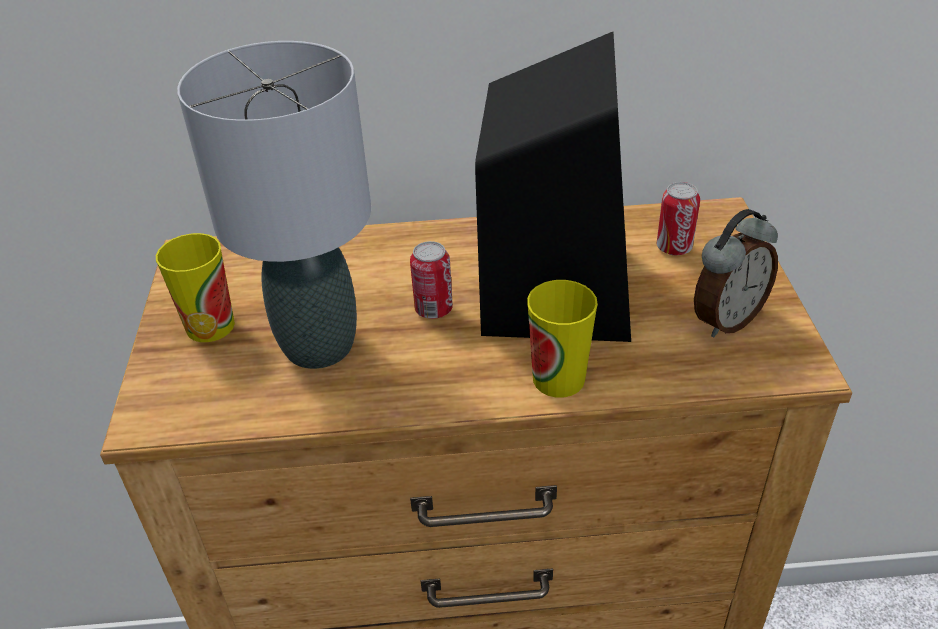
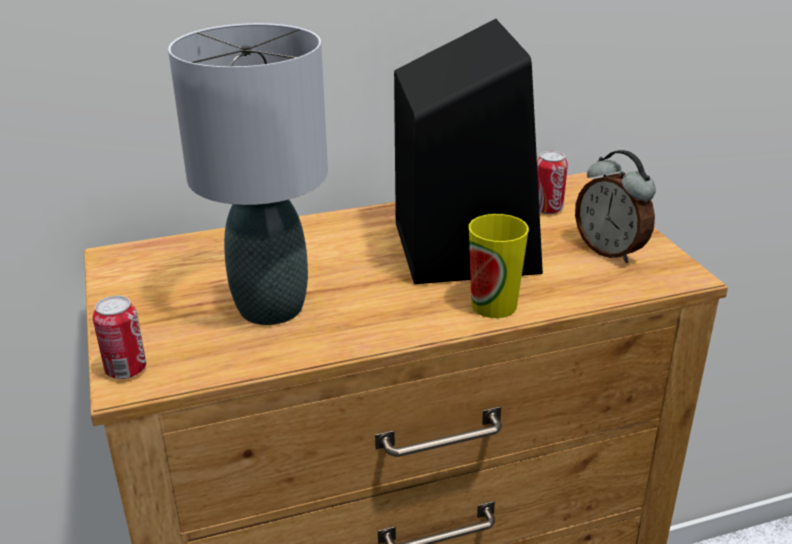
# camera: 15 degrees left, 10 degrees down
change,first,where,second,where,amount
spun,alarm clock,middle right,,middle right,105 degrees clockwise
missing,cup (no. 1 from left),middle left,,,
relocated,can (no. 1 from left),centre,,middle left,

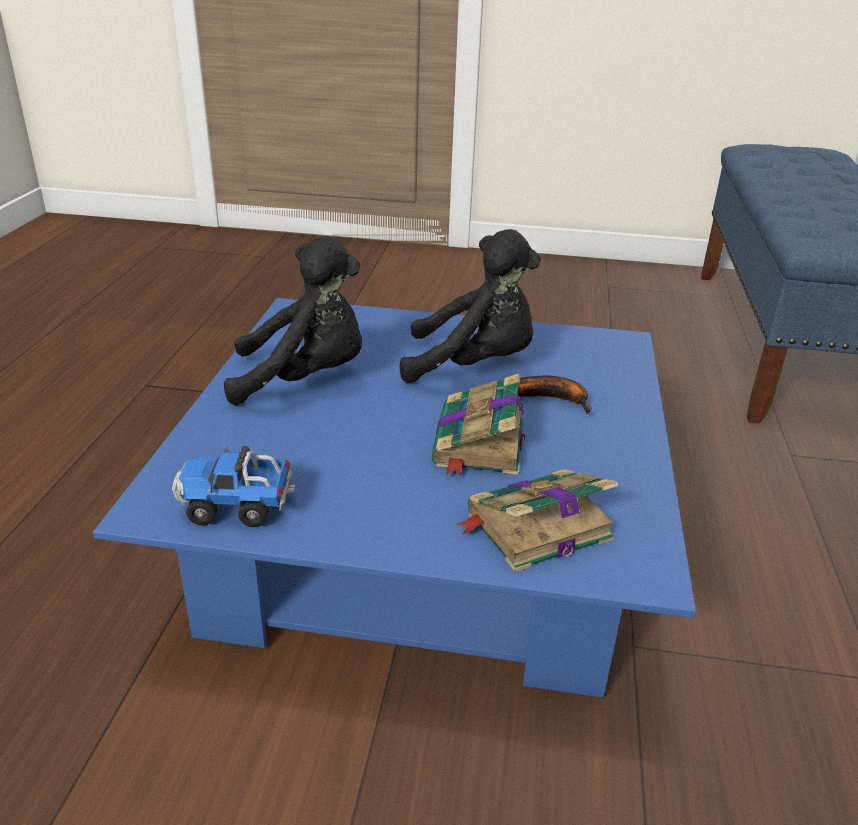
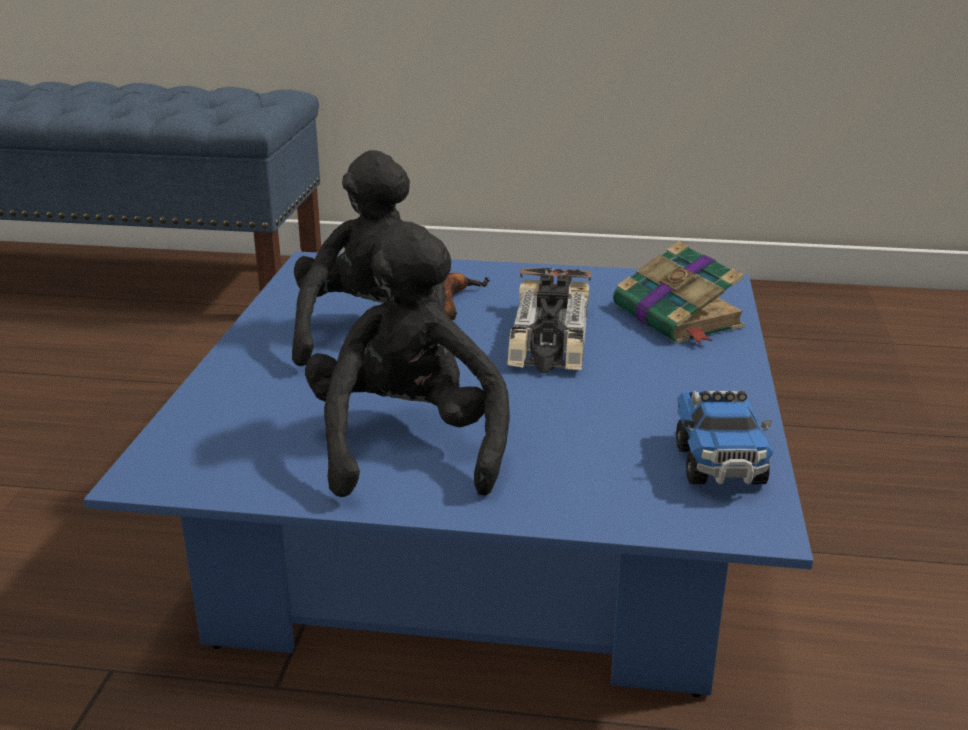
# camera: 90 degrees left, 5 degrees down
change,first,where,second,where,amount
exchanged,book (no. 1 from left),centre,toy car,centre,

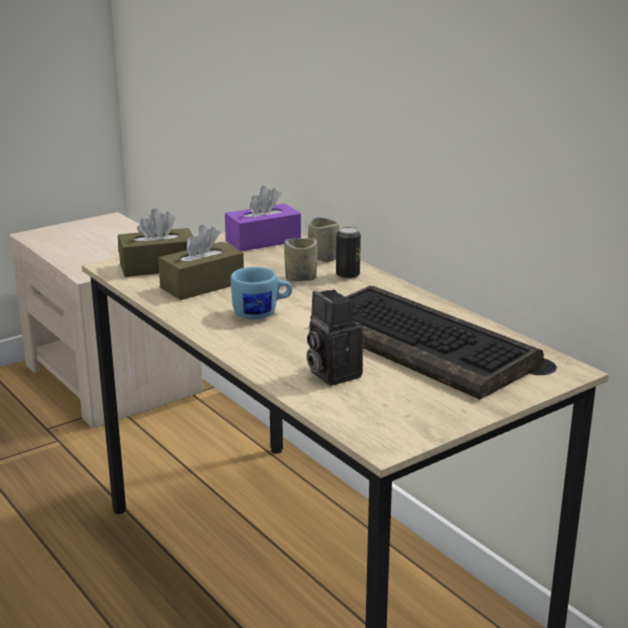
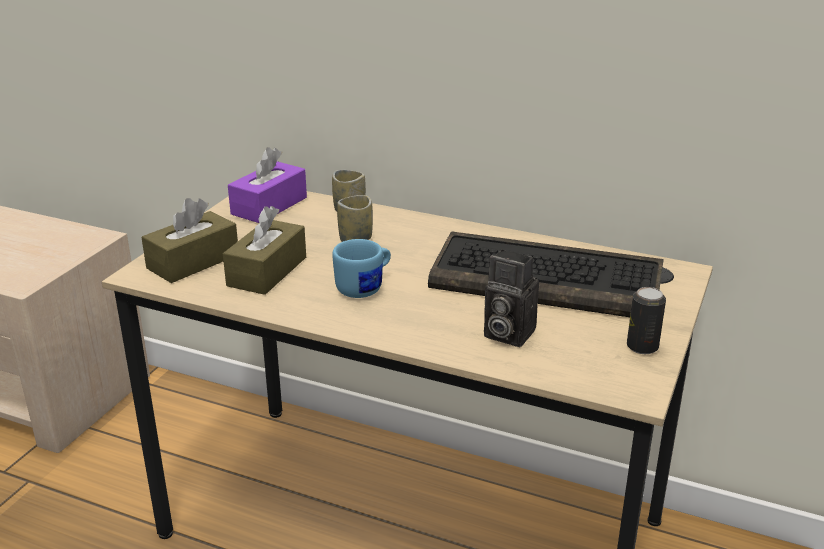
# camera: 30 degrees left, 5 degrees up
change,first,where,second,where,amount
relocated,can,centre,,middle right,

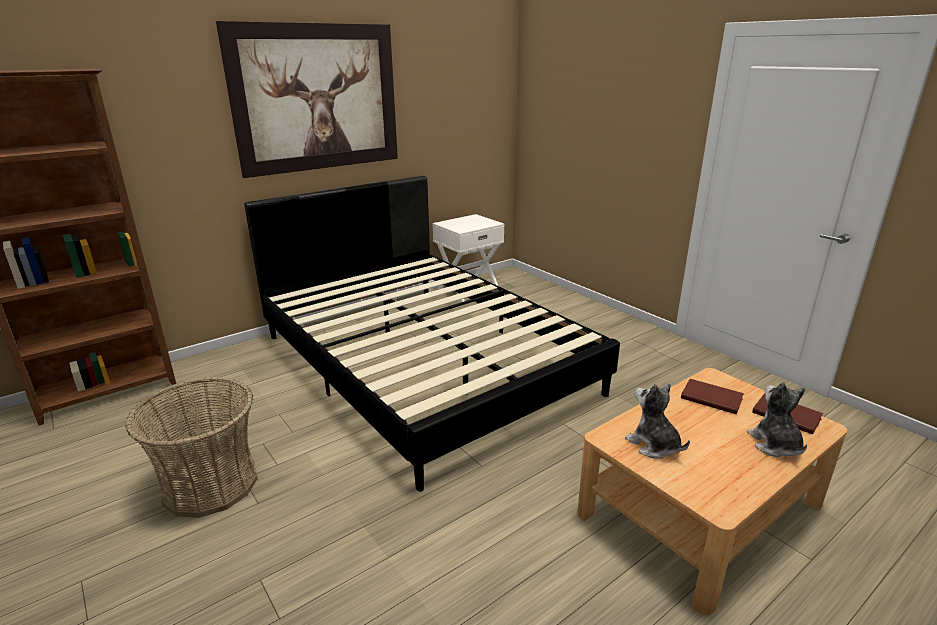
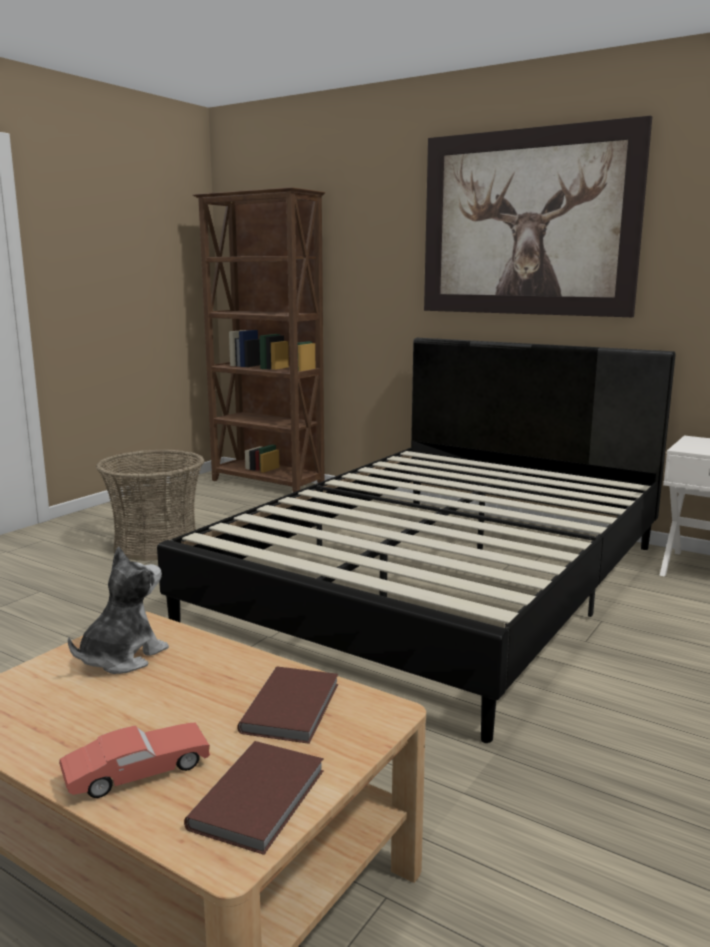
# camera: 70 degrees right, 10 degrees down
change,first,where,second,where,amount
exchanged,plush toy (no. 2 from left),bottom right,toy car in red,bottom left,

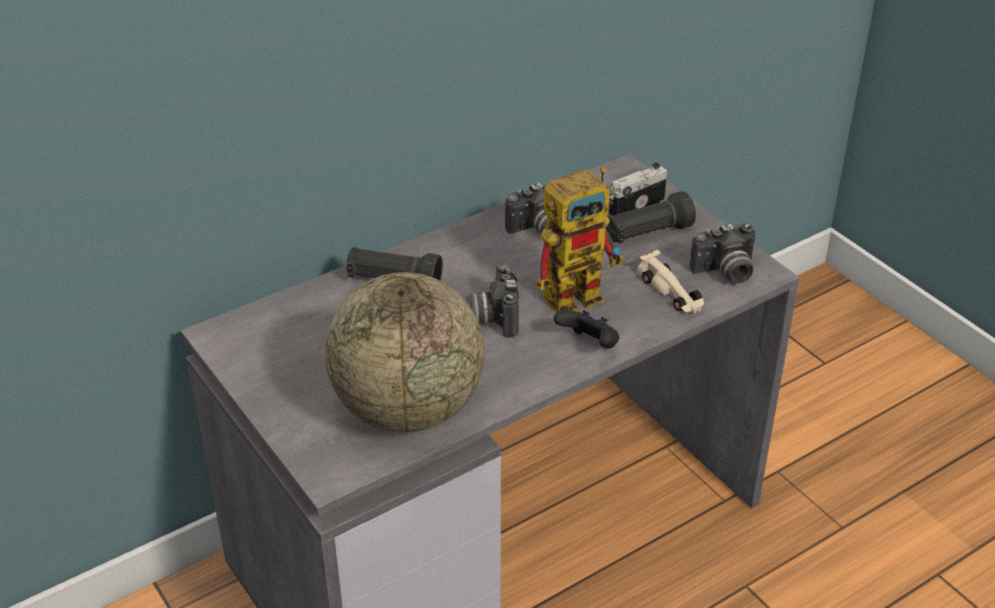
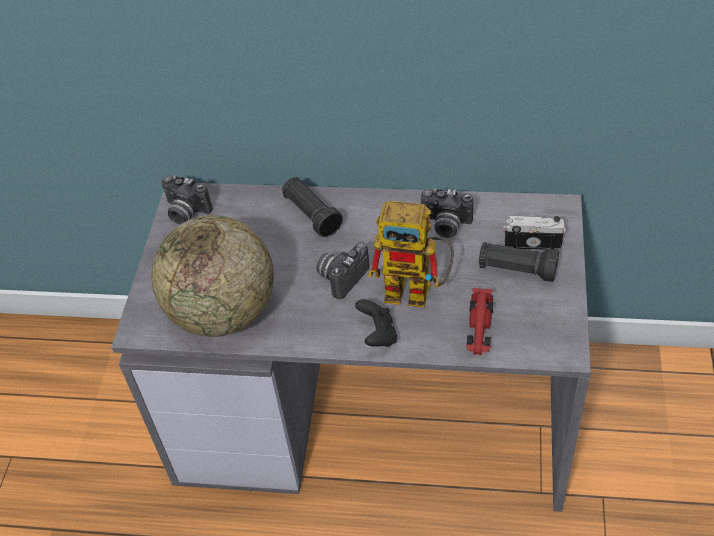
# camera: 45 degrees right, 10 degrees up
change,first,where,second,where,amount
relocated,photo camera (no. 4 from left in the first image),middle right,photo camera (no. 1 from left),middle left,
colour,toy car in beige,middle right,toy car in red,middle right,

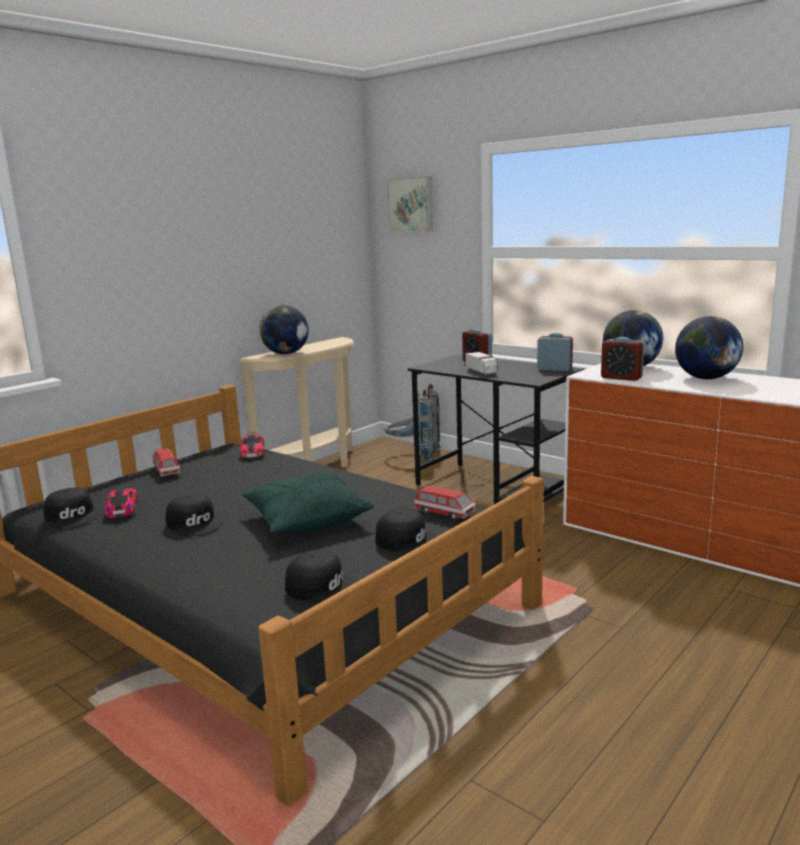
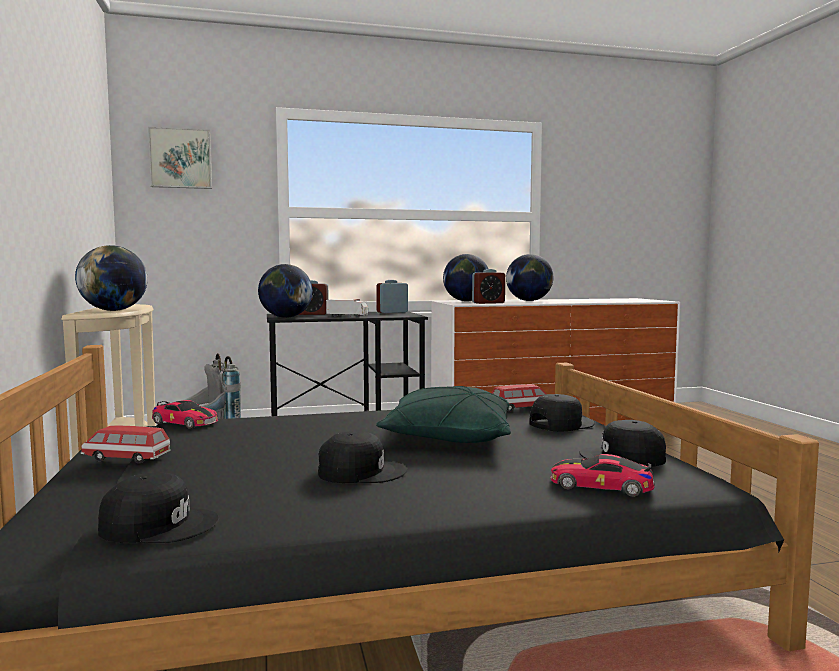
# camera: 55 degrees left, 10 degrees down
change,first,where,second,where,amount
relocated,toy car (no. 1 from left in the first image),middle left,toy car (no. 4 from left),bottom right,
spun,cap in black (no. 3 from left in the first image),bottom centre,cap in black (no. 4 from left),middle right,135 degrees counterclockwise
appeared,,,globe (no. 2 from left),centre,

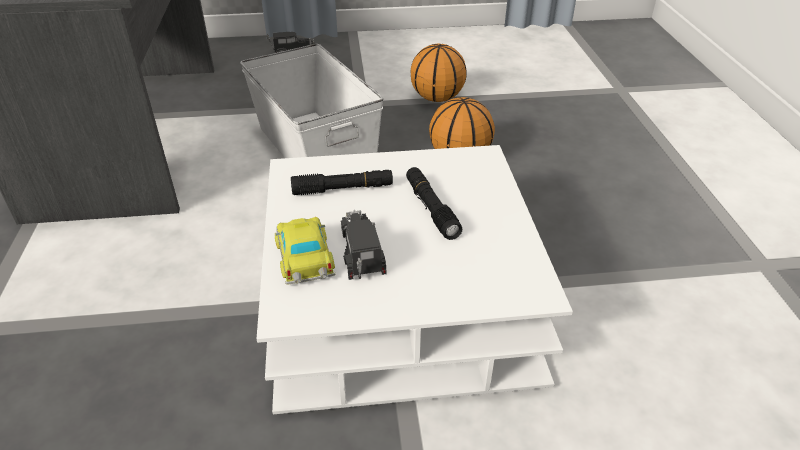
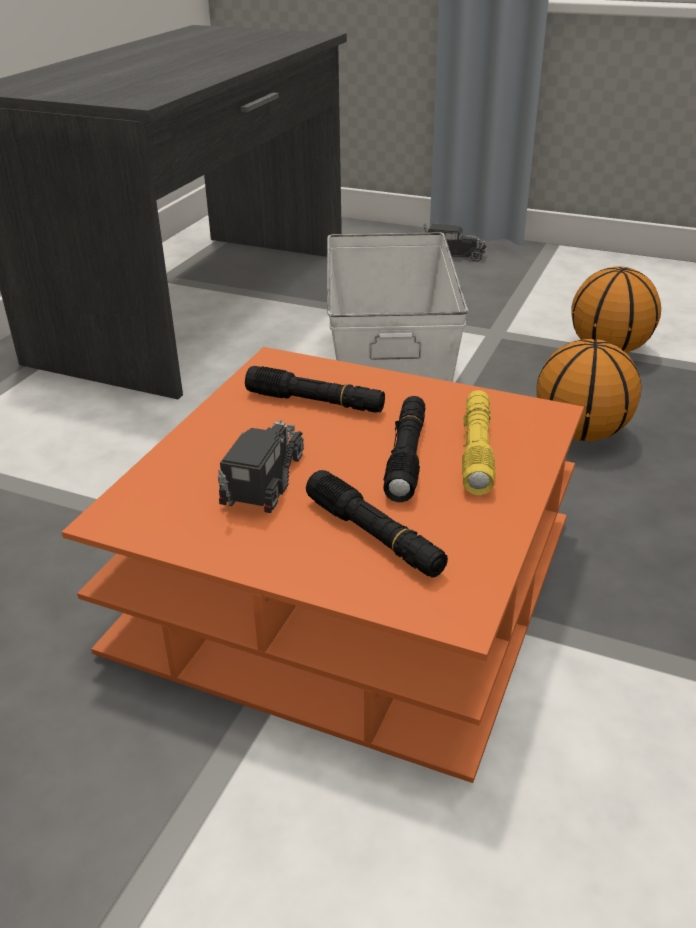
# camera: 30 degrees right, 5 degrees down
change,first,where,second,where,amount
colour,coffee table in white,centre,coffee table in orange,centre,
missing,toy car,centre,,,
appeared,,,flashlight in yellow,middle right,
appeared,,,flashlight in black (no. 2 from left),centre,

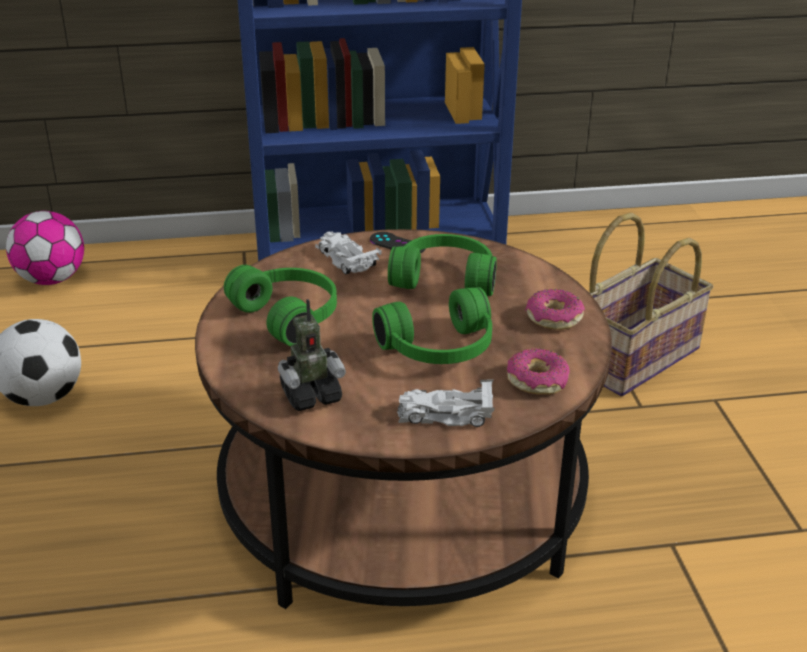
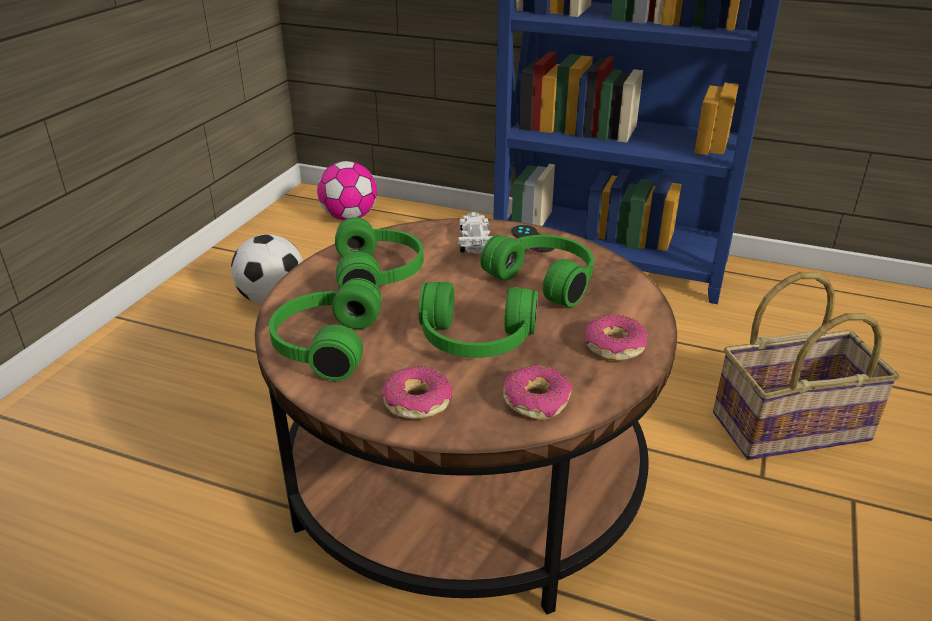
# camera: 30 degrees right, 0 degrees up
change,first,where,second,where,amount
exchanged,toy robot,centre,headphones in green (no. 1 from left),centre,
exchanged,toy car in white (no. 2 from left),centre,donut (no. 1 from left),centre,

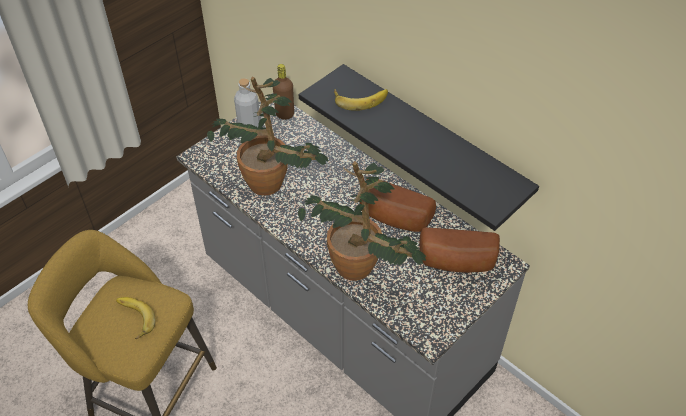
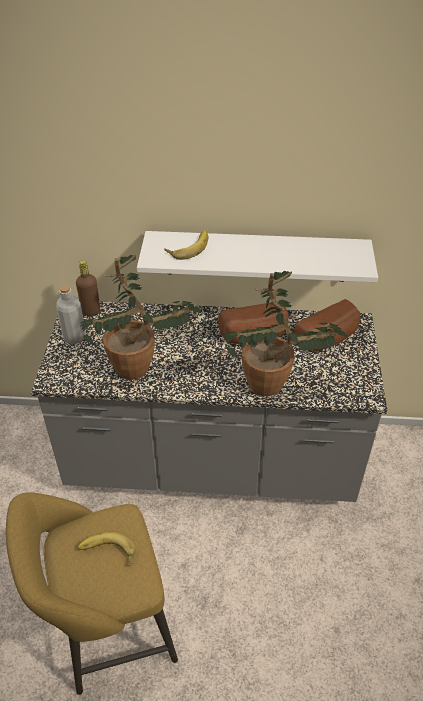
# camera: 40 degrees left, 5 degrees down
change,first,where,second,where,amount
colour,shelf in black,centre,shelf in white,centre,

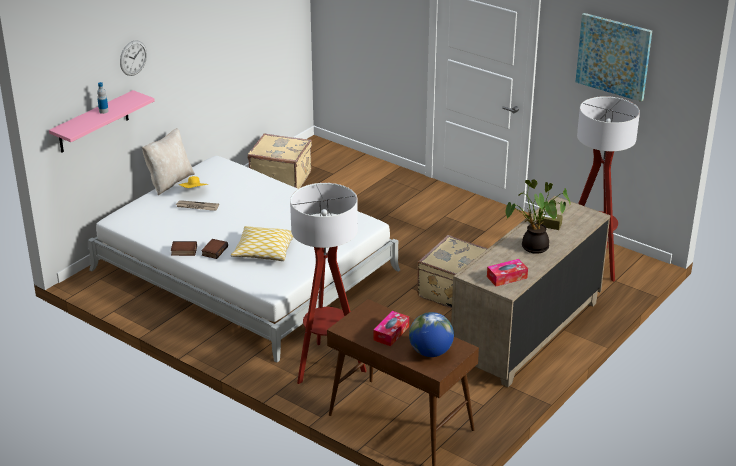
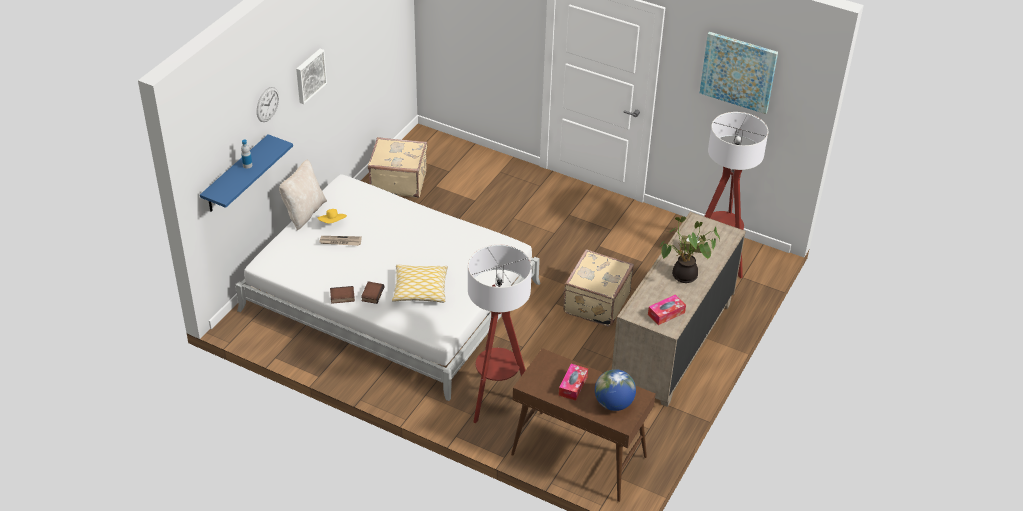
# camera: 10 degrees left, 10 degrees up
change,first,where,second,where,amount
colour,shelf in pink,top left,shelf in blue,middle left,
appeared,,,picture (no. 1 from left),top left,

